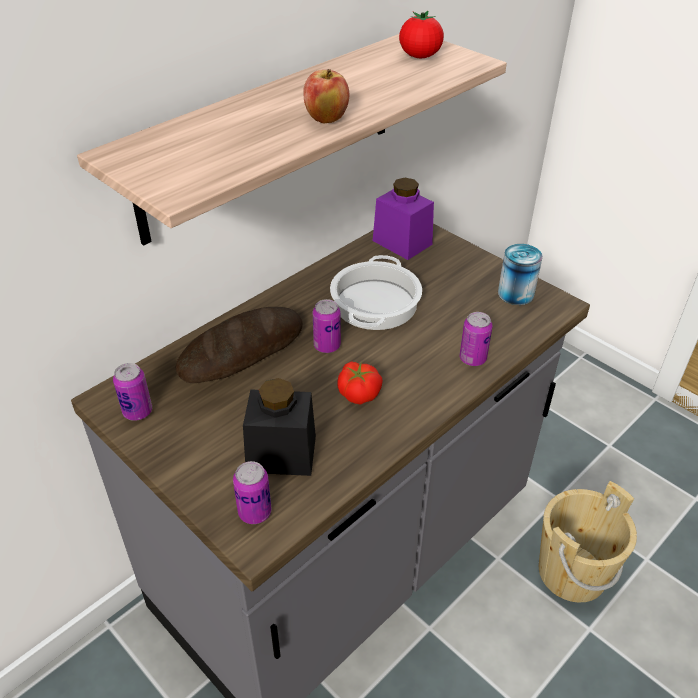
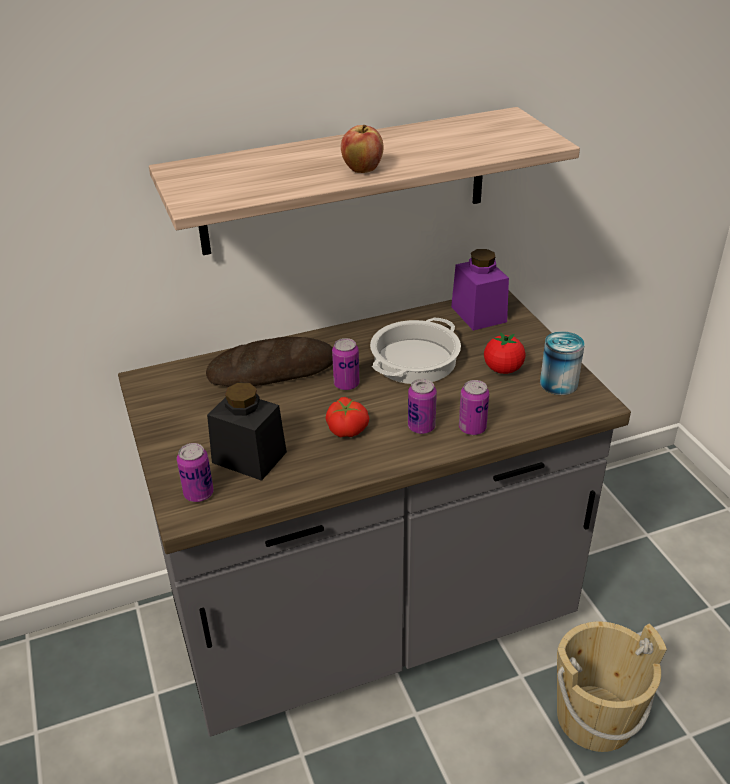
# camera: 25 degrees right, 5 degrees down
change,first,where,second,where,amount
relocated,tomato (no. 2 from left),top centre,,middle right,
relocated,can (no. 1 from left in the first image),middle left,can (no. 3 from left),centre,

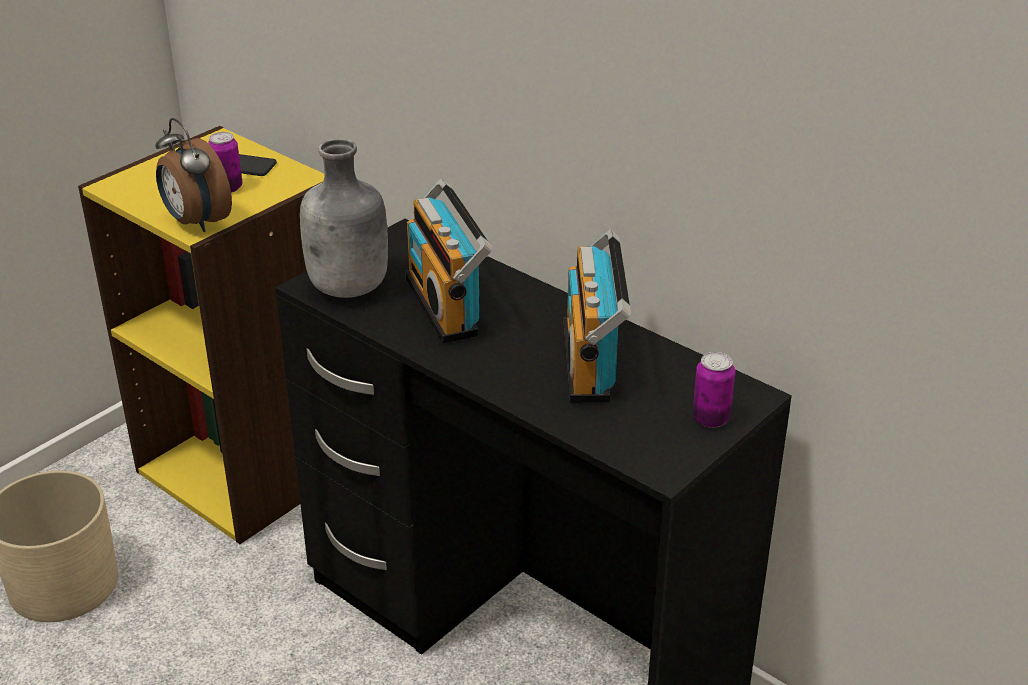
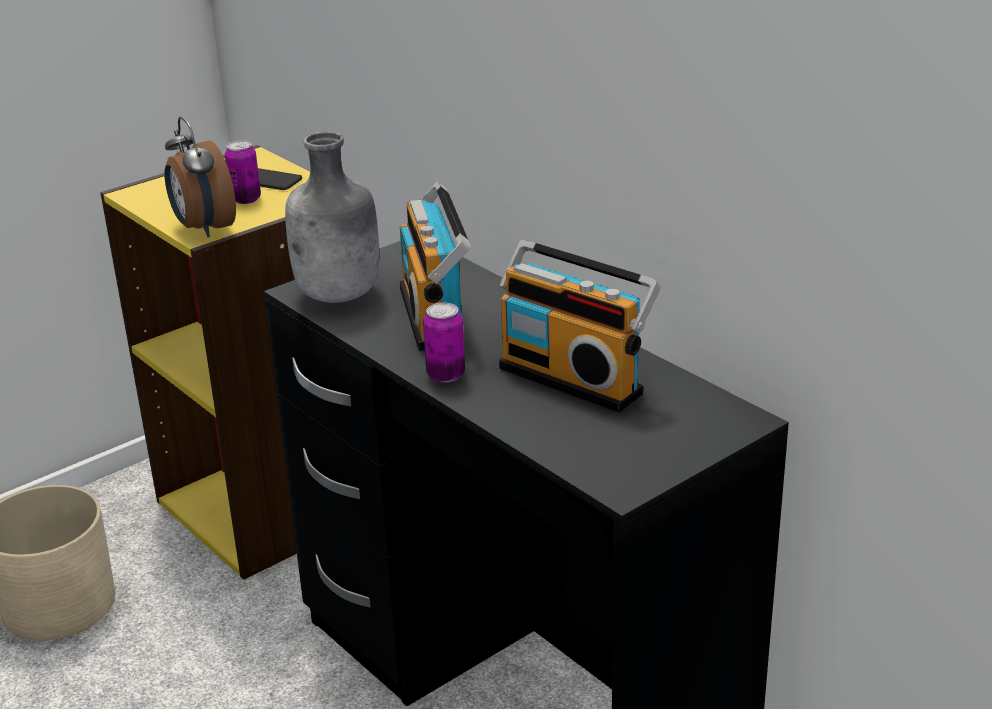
# camera: 10 degrees right, 5 degrees down
change,first,where,second,where,amount
spun,radio (no. 2 from left),centre,,centre,60 degrees counterclockwise
relocated,can (no. 2 from left),middle right,,centre,

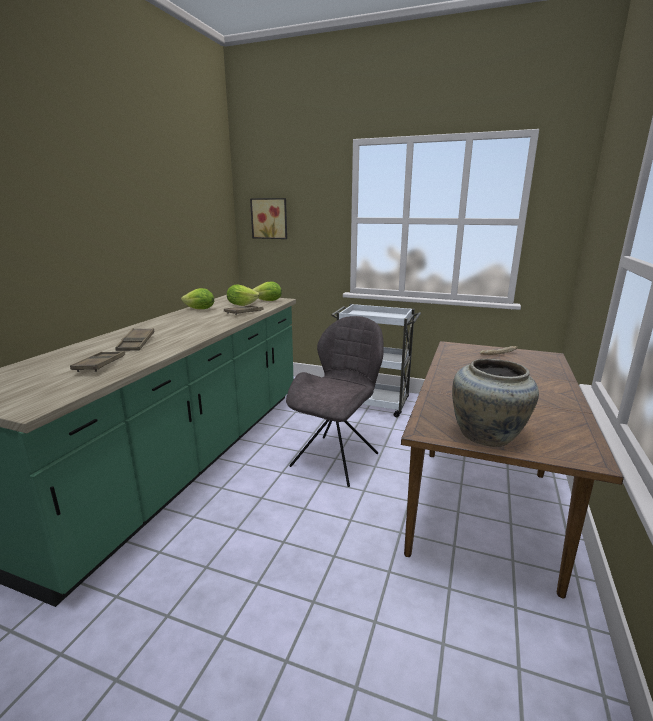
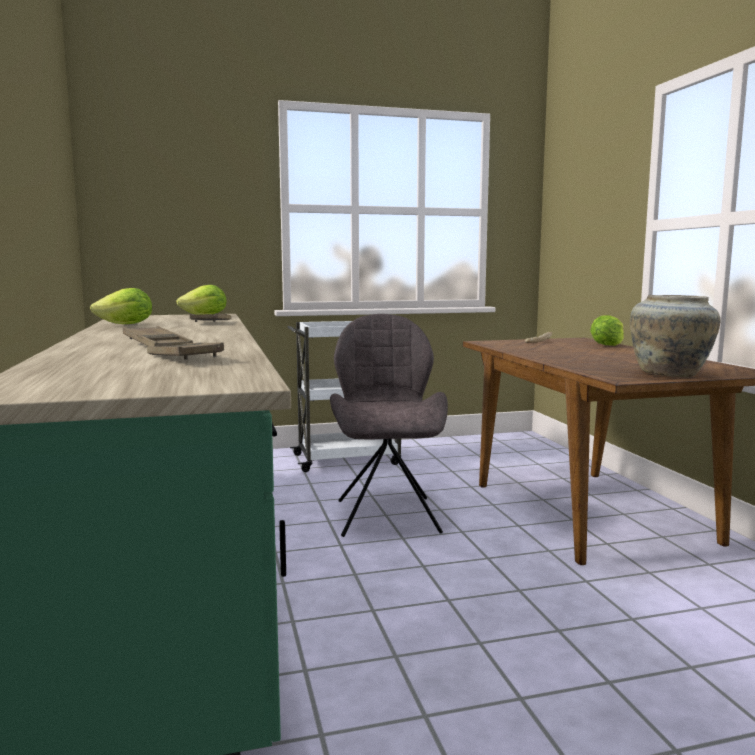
# camera: 35 degrees left, 10 degrees down
change,first,where,second,where,amount
missing,picture,top centre,,,
relocated,lettuce (no. 2 from left in the first image),centre,lettuce (no. 3 from left),middle right,

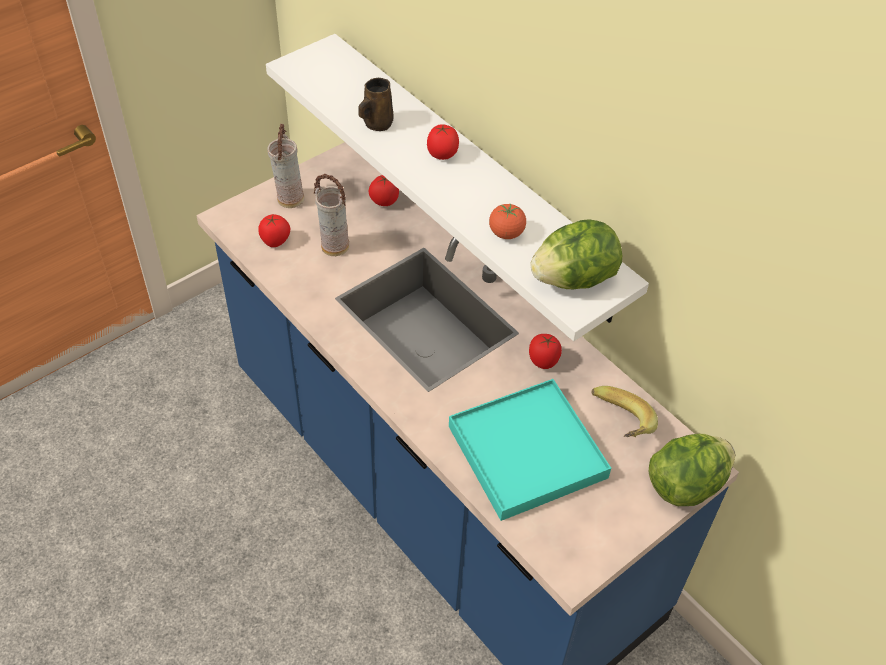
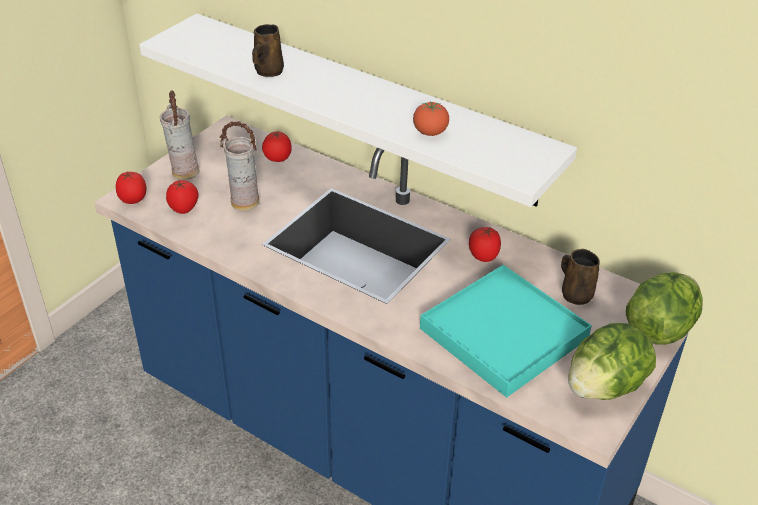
# camera: 15 degrees left, 10 degrees down
change,first,where,second,where,amount
relocated,tomato (no. 3 from left in the first image),top centre,tomato (no. 1 from left),middle left,
relocated,lettuce (no. 1 from left),centre,,bottom right,
exchanged,banana,middle right,mug in brown (no. 2 from left),middle right,

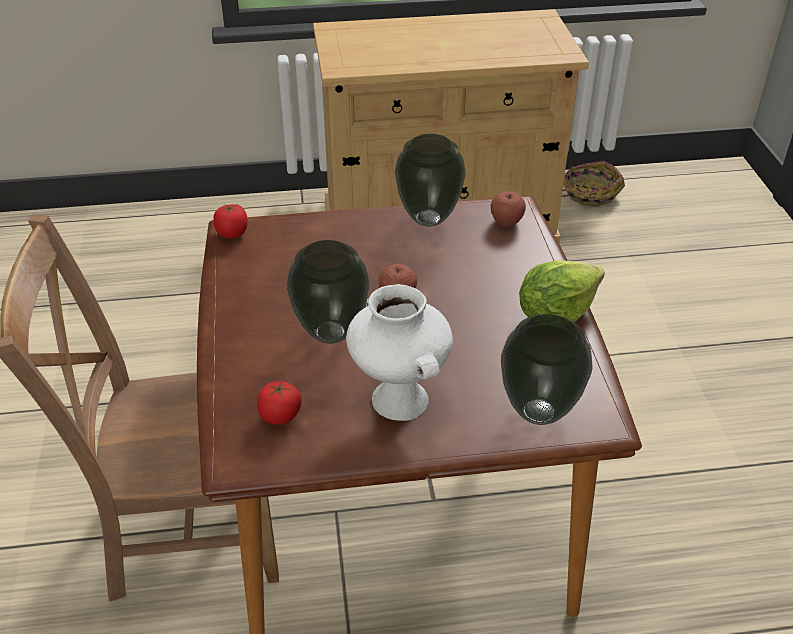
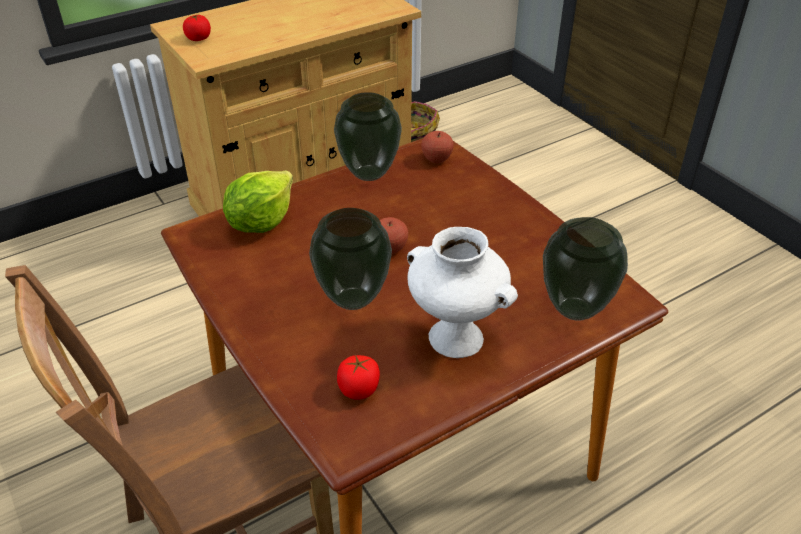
# camera: 25 degrees left, 0 degrees up
change,first,where,second,where,amount
relocated,tomato (no. 1 from left),middle left,,top left,
relocated,lettuce,middle right,,middle left,

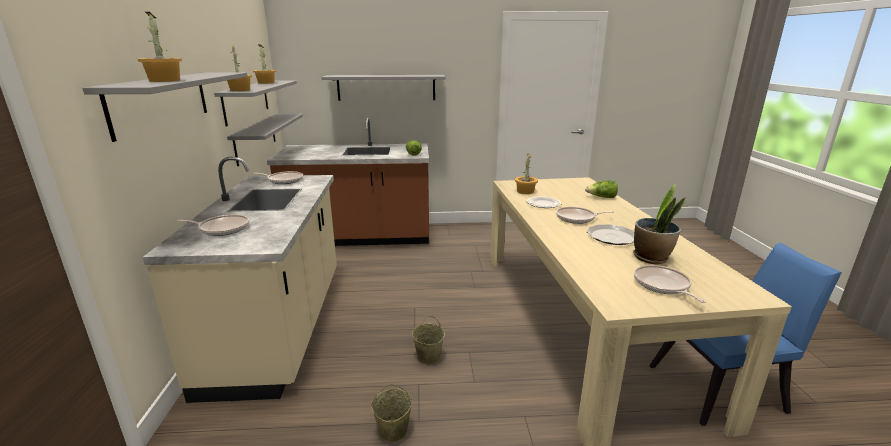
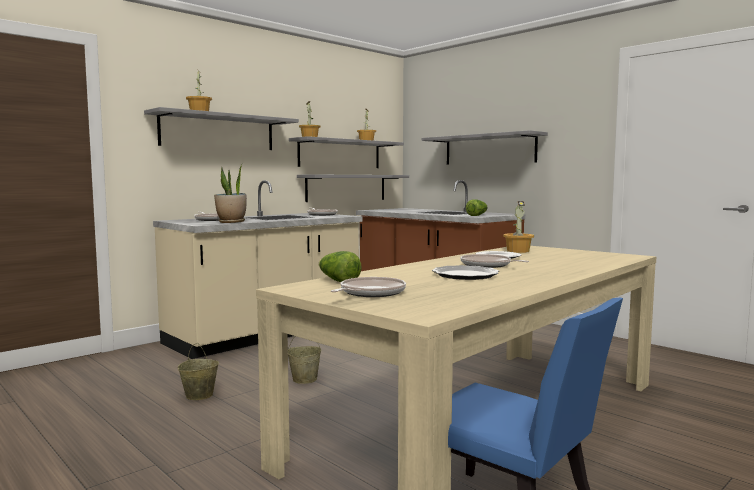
# camera: 50 degrees right, 15 degrees down
change,first,where,second,where,amount
relocated,lettuce (no. 2 from left in the first image),middle right,lettuce (no. 1 from left),centre,
relocated,potted plant (no. 5 from left in the first image),middle right,potted plant (no. 2 from left),middle left,

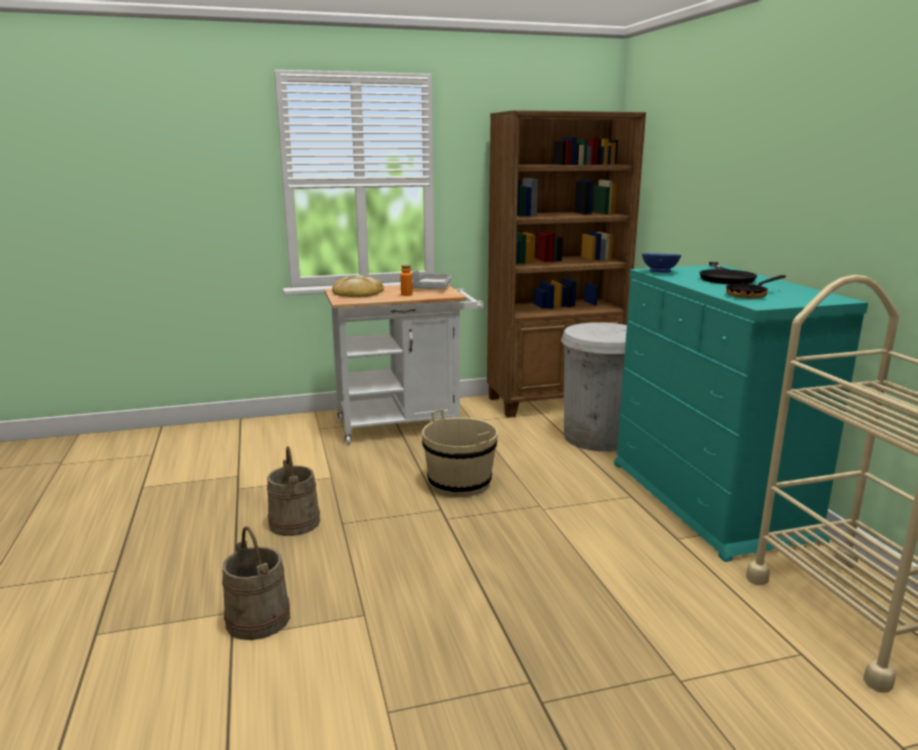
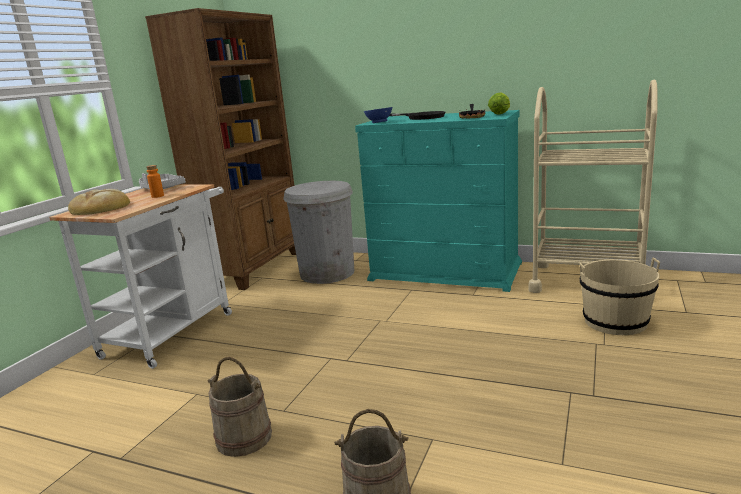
# camera: 50 degrees left, 0 degrees up
change,first,where,second,where,amount
relocated,bucket in beige (no. 3 from left),centre,,middle right,
appeared,,,lettuce,top right,

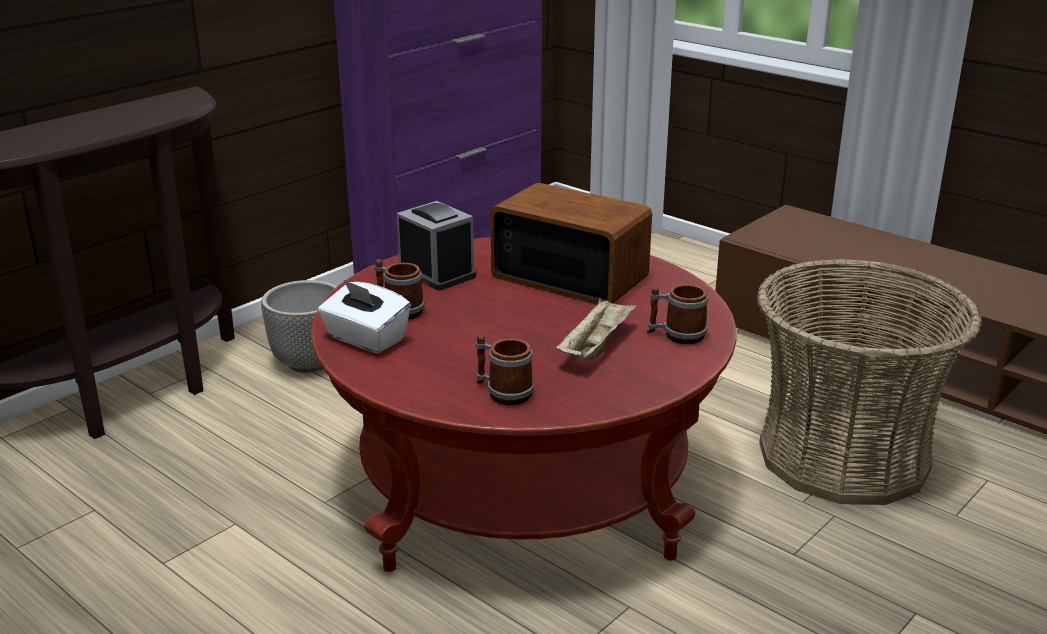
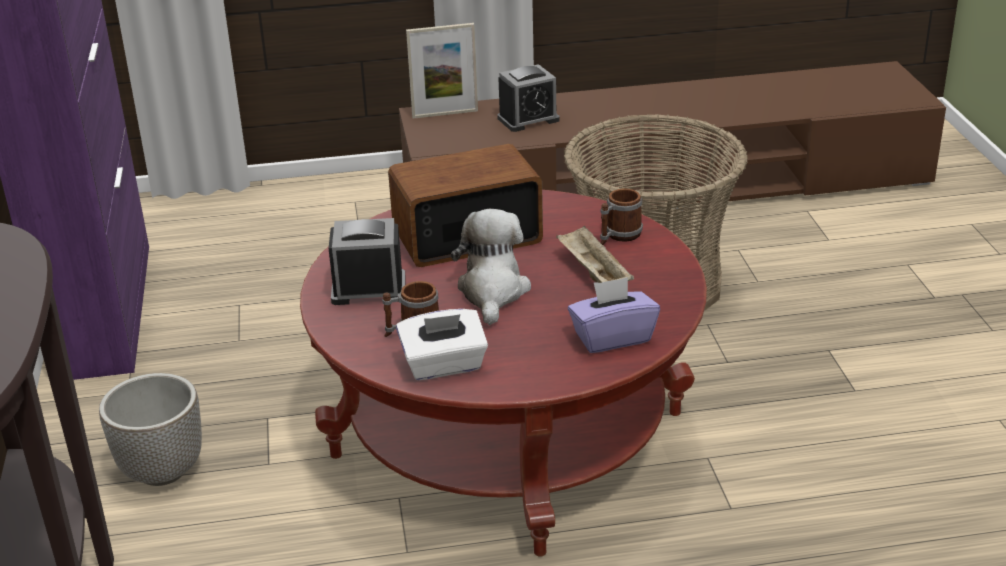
# camera: 50 degrees left, 5 degrees up
change,first,where,second,where,amount
exchanged,mug (no. 2 from left),centre,tissue box in purple,centre,
appeared,,,picture frame,top centre,
appeared,,,alarm clock (no. 2 from left),top centre,
appeared,,,plush toy,centre,

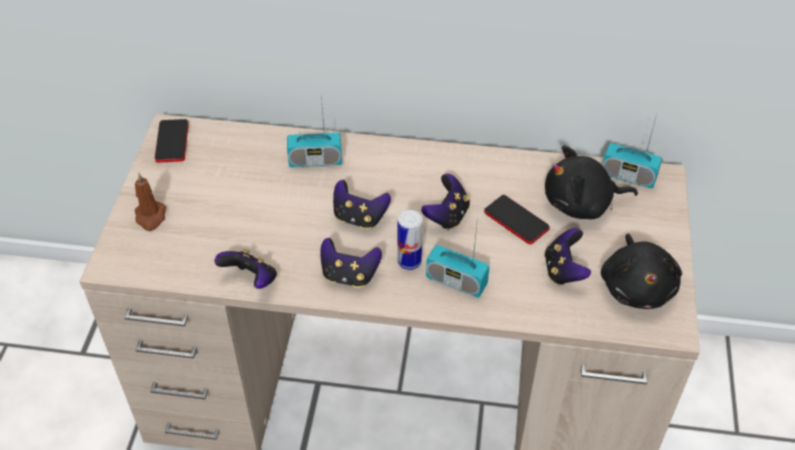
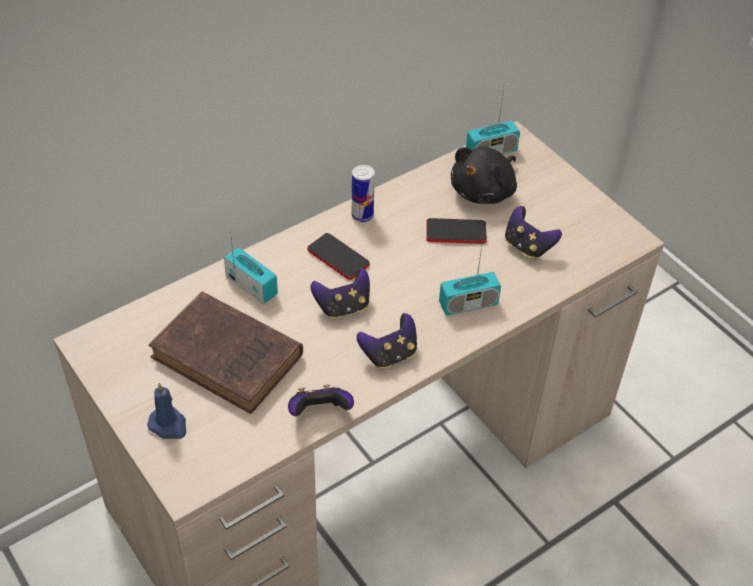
# camera: 45 degrees left, 0 degrees up
change,first,where,second,where,amount
spun,radio (no. 1 from left),top centre,,centre,90 degrees counterclockwise
relocated,phone (no. 1 from left),top left,,centre,
colour,candle in brown,middle left,candle in blue,bottom left,
missing,game controller (no. 4 from left),centre,,,
relocated,can,centre,,top centre,
missing,plush toy in black (no. 2 from left),middle right,,,
appeared,,,book in brown,middle left,

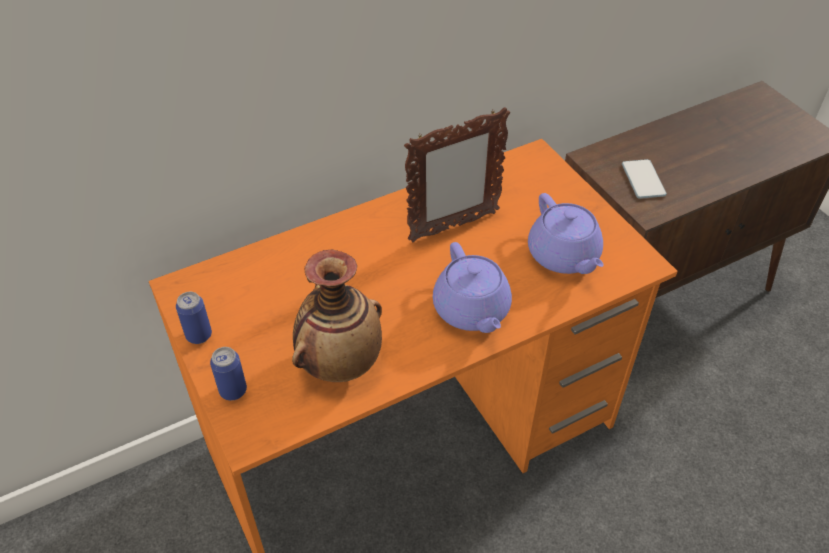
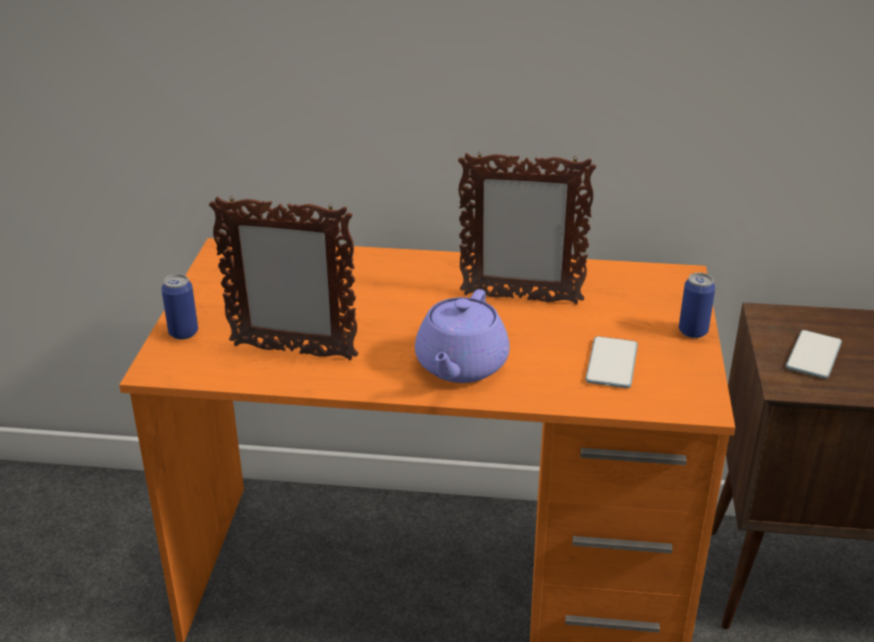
# camera: 35 degrees right, 15 degrees down
change,first,where,second,where,amount
exchanged,teapot in purple (no. 2 from left),middle right,phone (no. 1 from left),middle right,
exchanged,vase,centre,picture frame (no. 1 from left),middle left,
relocated,can (no. 1 from left in the first image),middle left,can (no. 2 from left),middle right,

